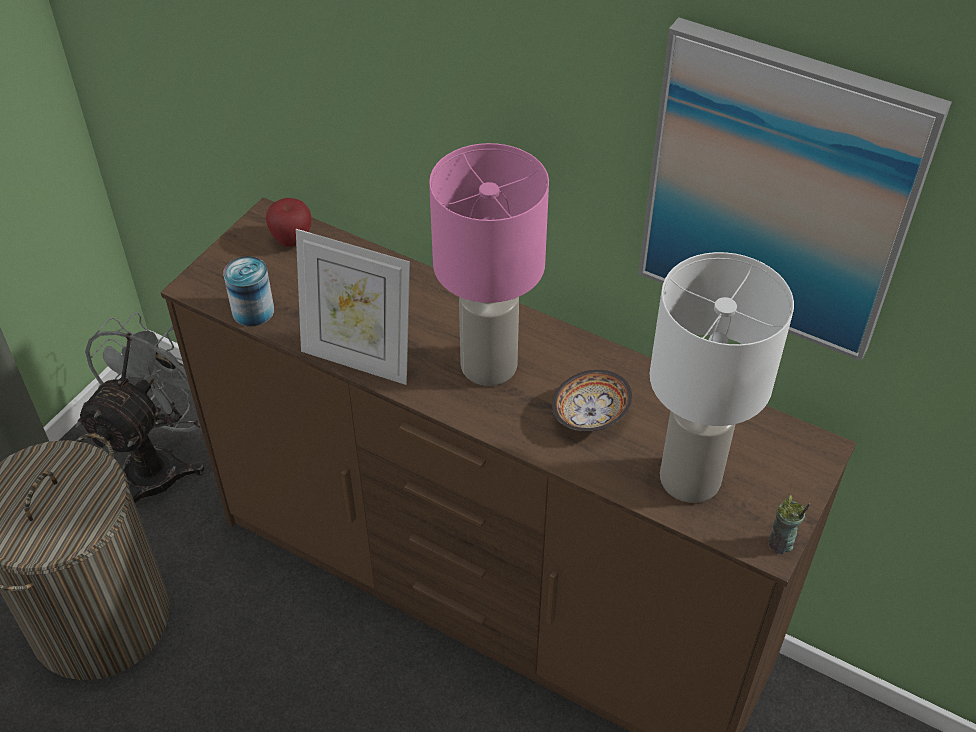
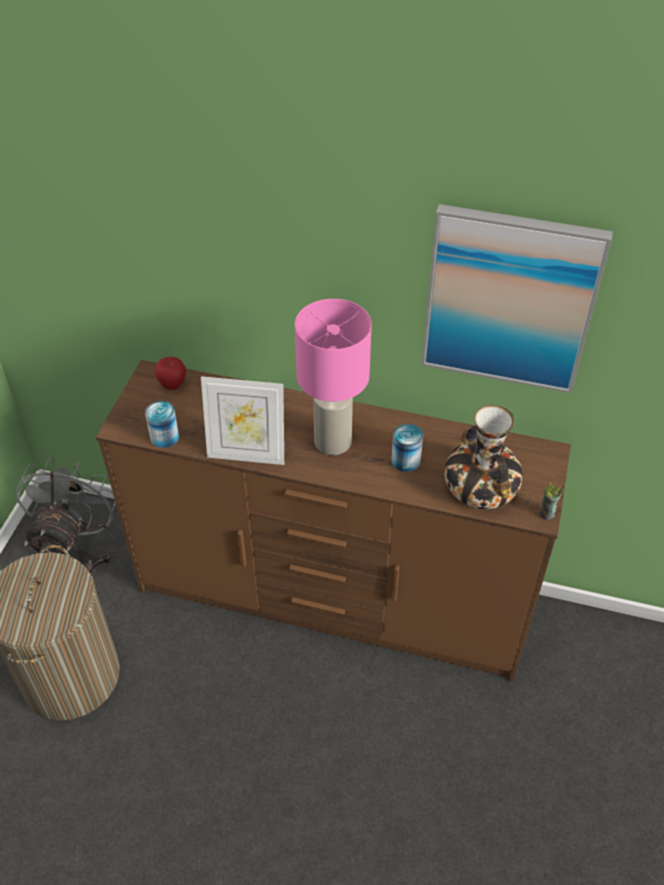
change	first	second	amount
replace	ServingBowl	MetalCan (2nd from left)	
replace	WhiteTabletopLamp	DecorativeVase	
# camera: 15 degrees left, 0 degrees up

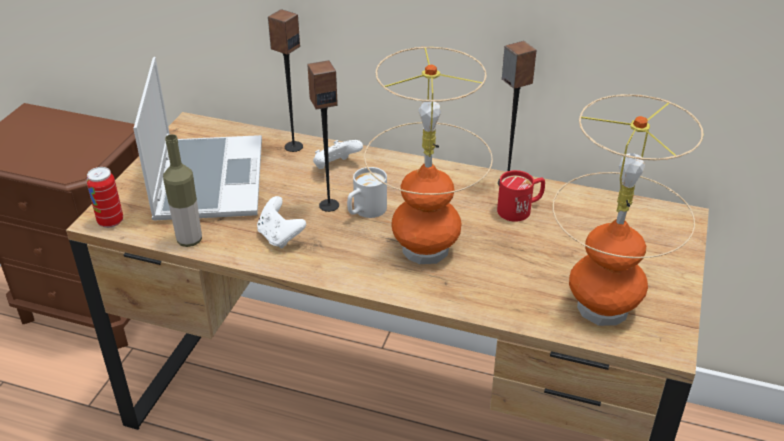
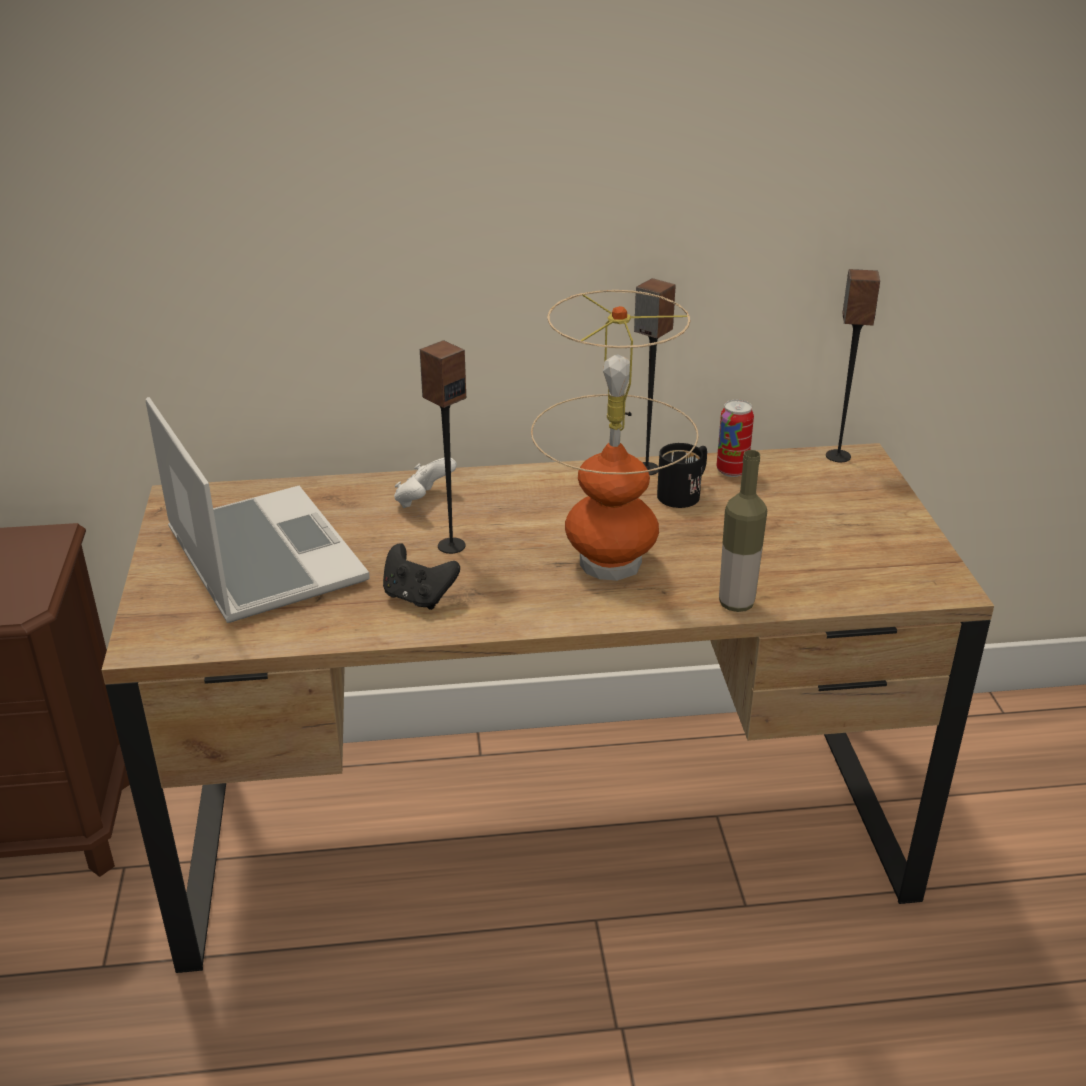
change	first	second	amount
recolor	WhiteJoypad (1st from left)	BlackishJoypad	
recolor	RedMug	BlackishMug	
move	MetalCan		
move	BeverageBottle		
move	Speaker (1st from left in the first image)	Speaker (3rd from left)	
delete	WhiteMug		
delete	TabletopLamp (2nd from left)		
# camera: 25 degrees left, 5 degrees down

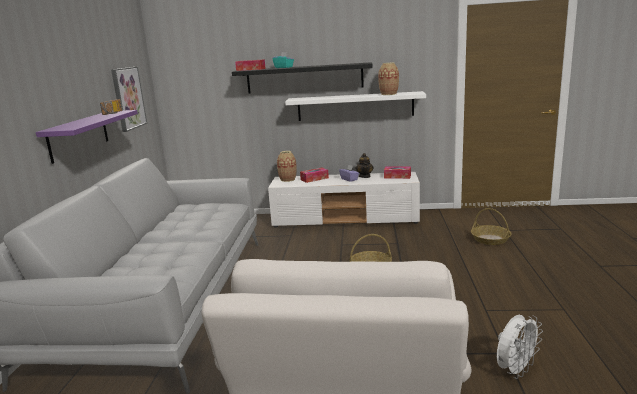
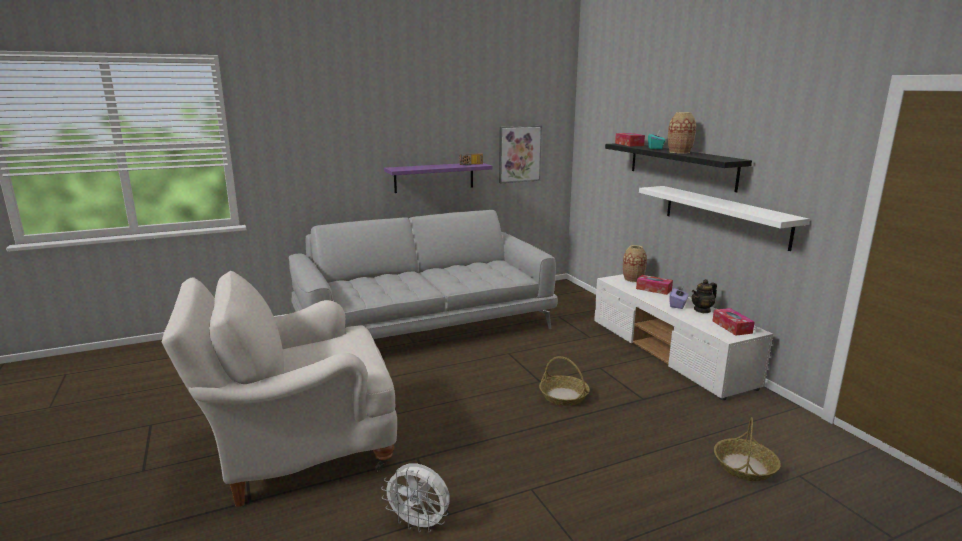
change	first	second	amount
move	DecorativeVase (2nd from left)		
# camera: 60 degrees right, 0 degrees up

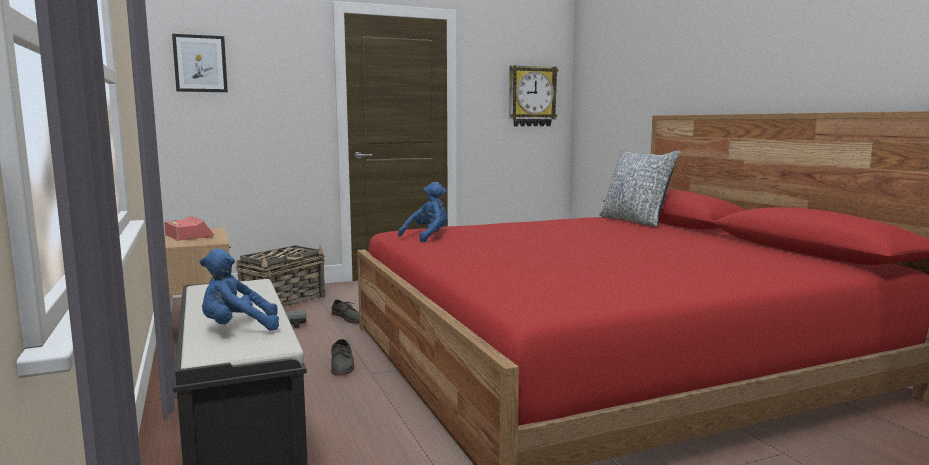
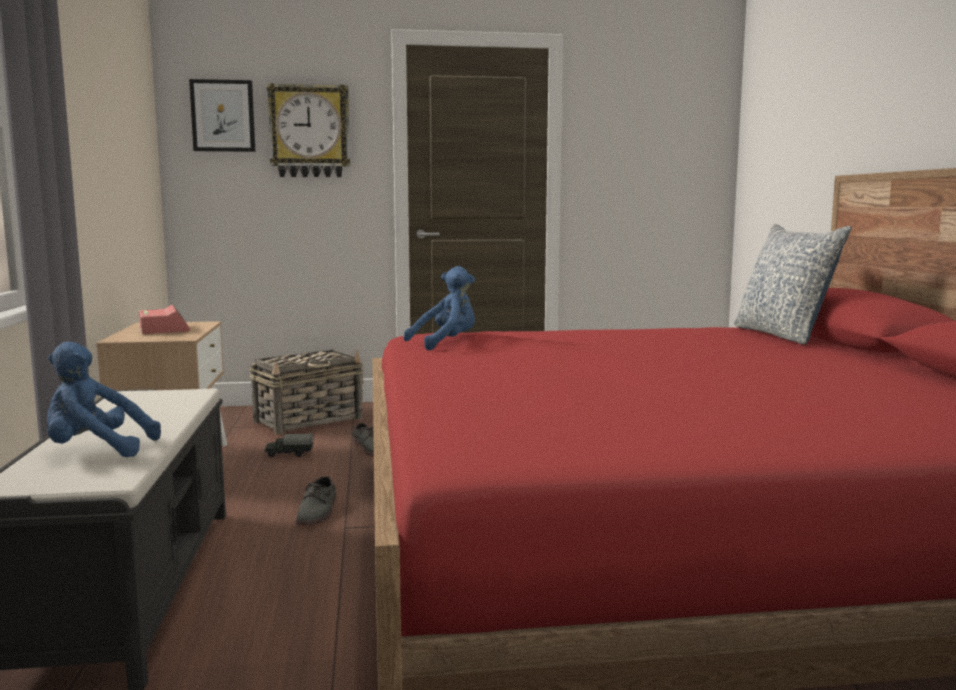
change	first	second	amount
move	ClockOnTheWall		
# camera: 15 degrees right, 0 degrees up

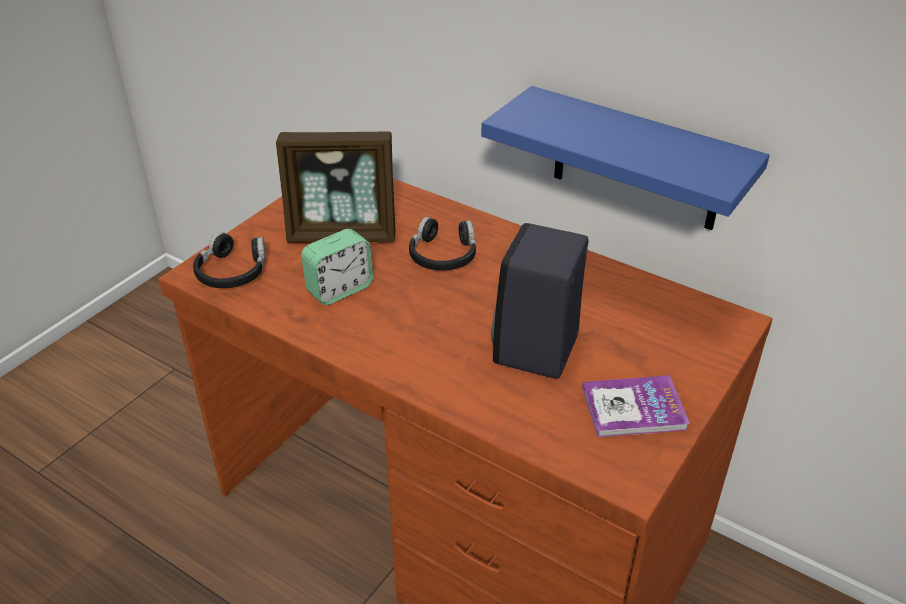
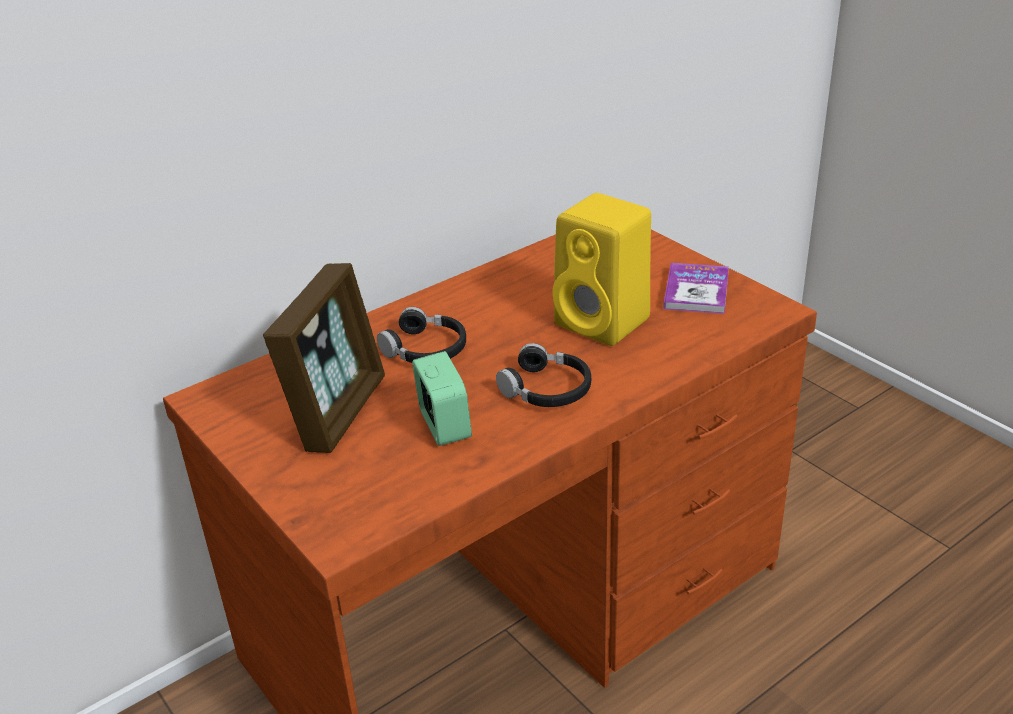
change	first	second	amount
move	BlackishHeadphones (1st from left in the first image)	BlackishHeadphones (2nd from left)	
recolor	BlackishSpeaker	YellowSpeaker	
delete	BluishWallShelf		
# camera: 70 degrees left, 5 degrees down

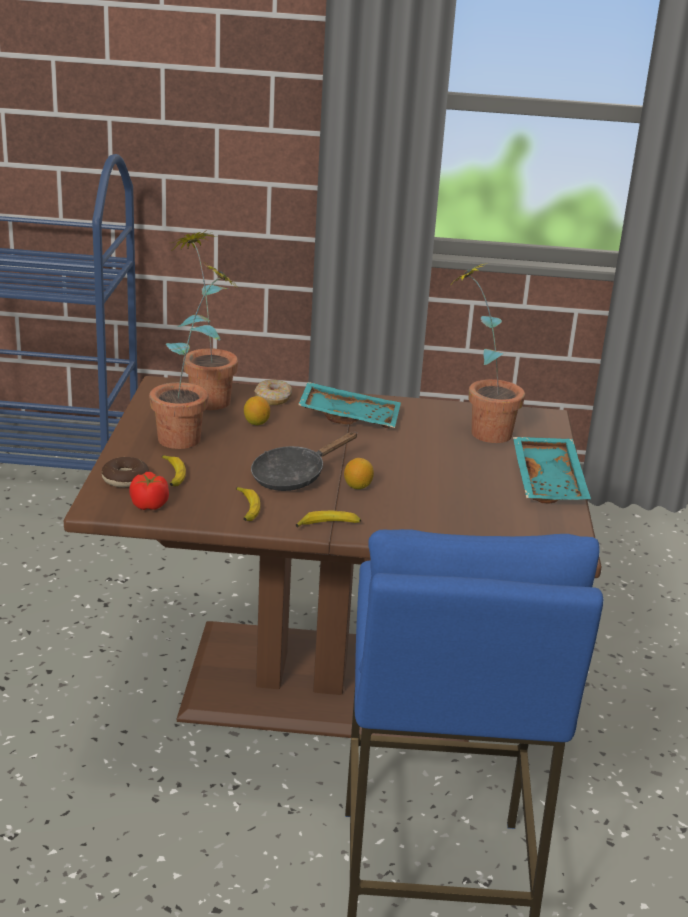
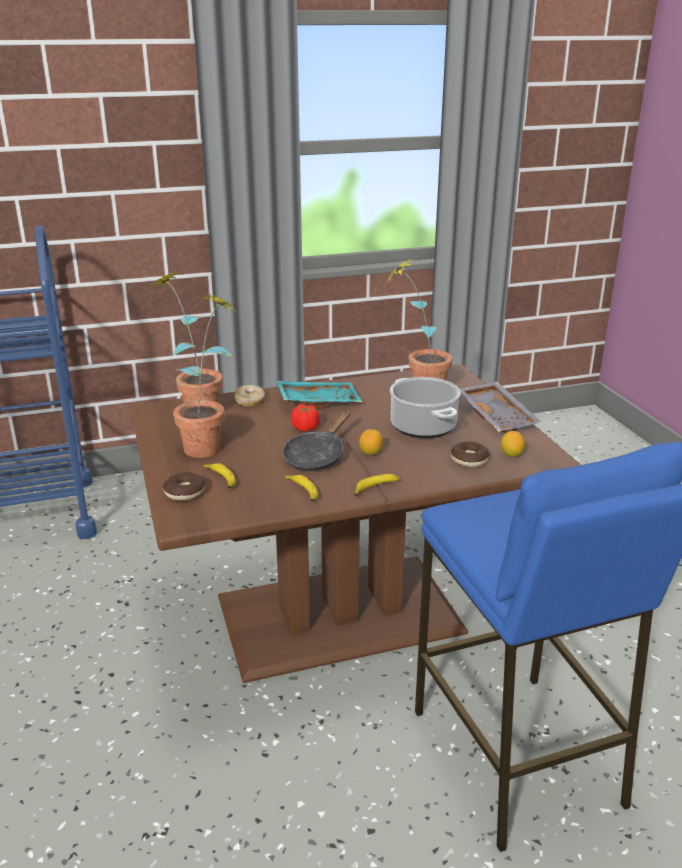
change	first	second	amount
move	Tomato		
insert		Saucepot	
insert		Doughnut (3rd from left)	
recolor	BlueGreenTray (2nd from left)	GrayTray	
move	Lemon (1st from left in the first image)	Lemon (2nd from left)	
# camera: 20 degrees left, 0 degrees up

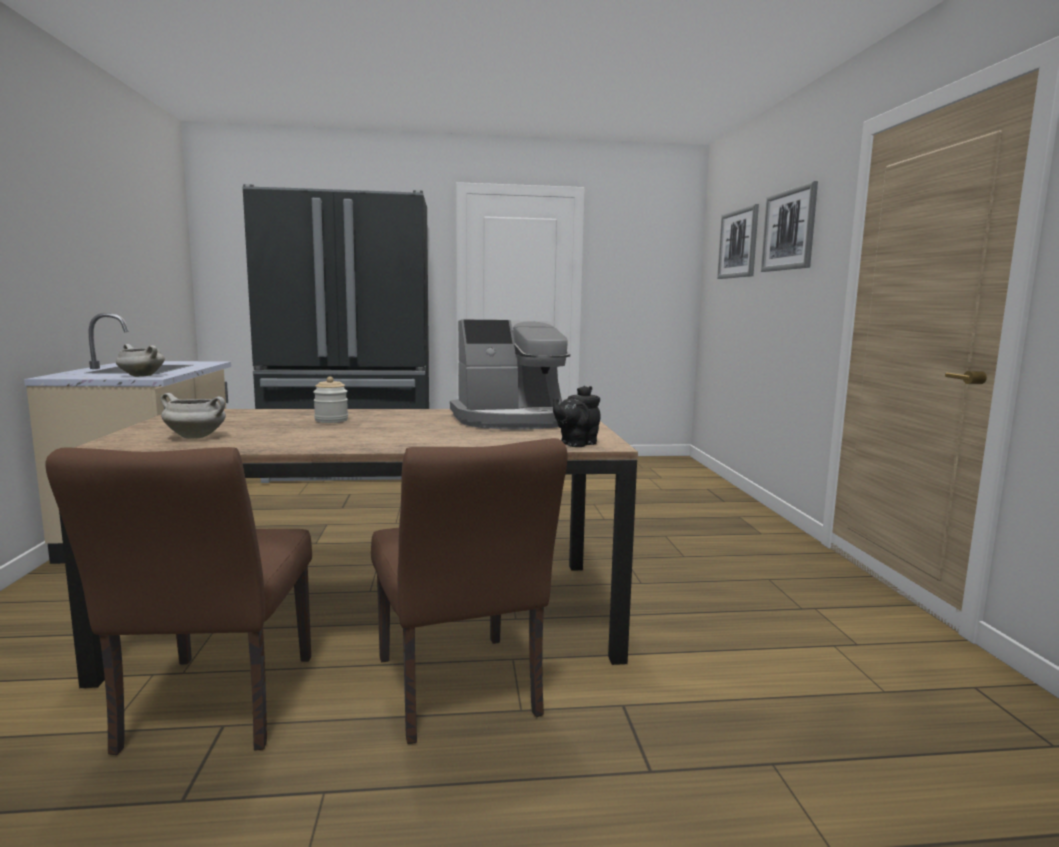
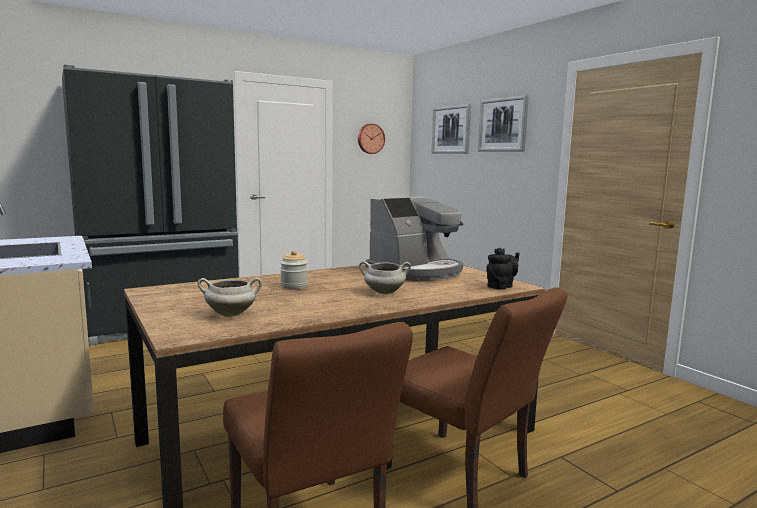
change	first	second	amount
insert		ClockOnTheWall	
move	WhiteSaucepot (1st from left in the first image)	WhiteSaucepot (2nd from left)	
rotate	BlackishTeaPot		150 degrees counterclockwise
# camera: 25 degrees left, 0 degrees up

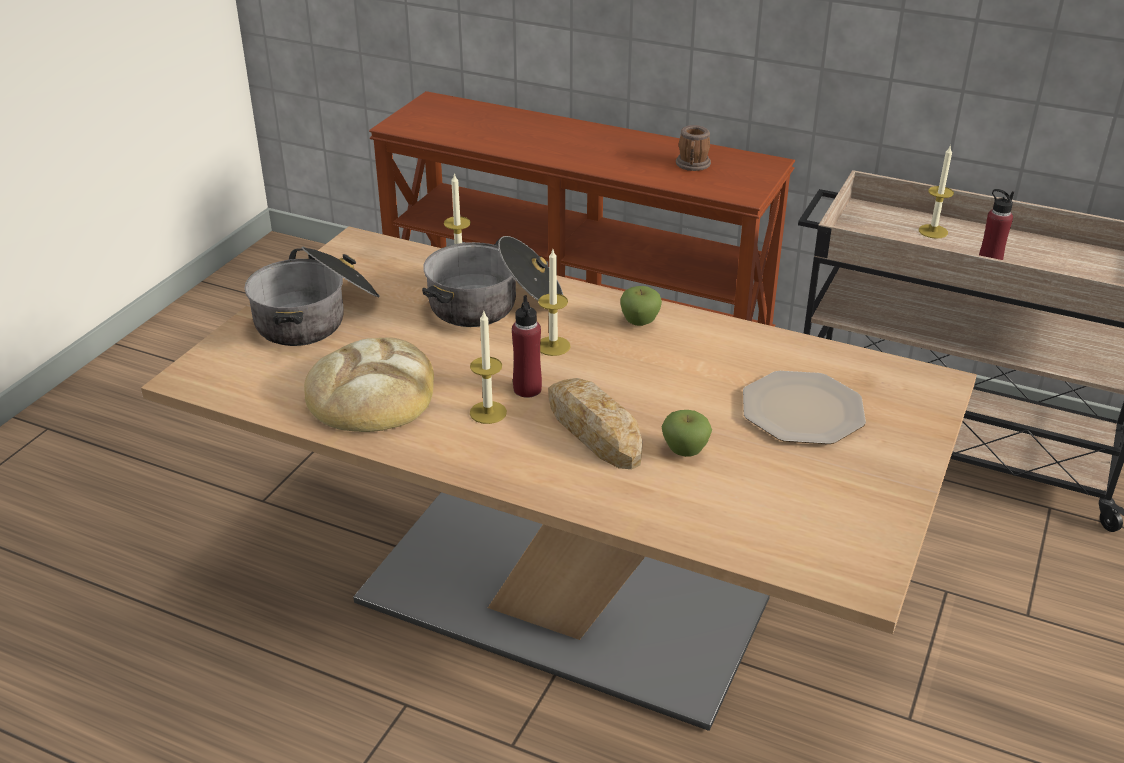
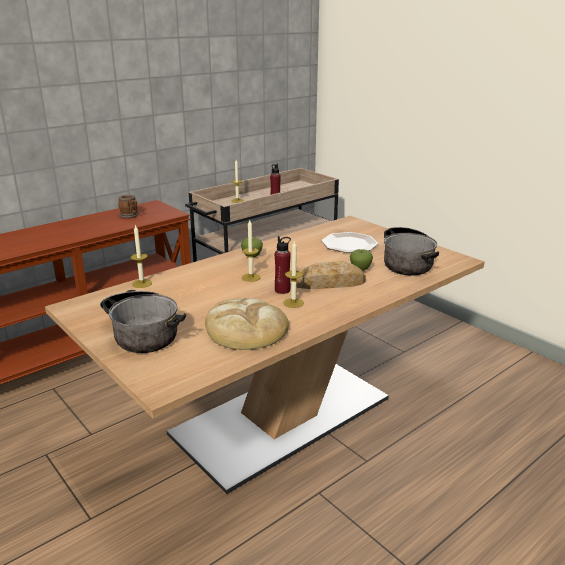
change	first	second	amount
move	Saucepot (2nd from left)		
# camera: 65 degrees left, 10 degrees down

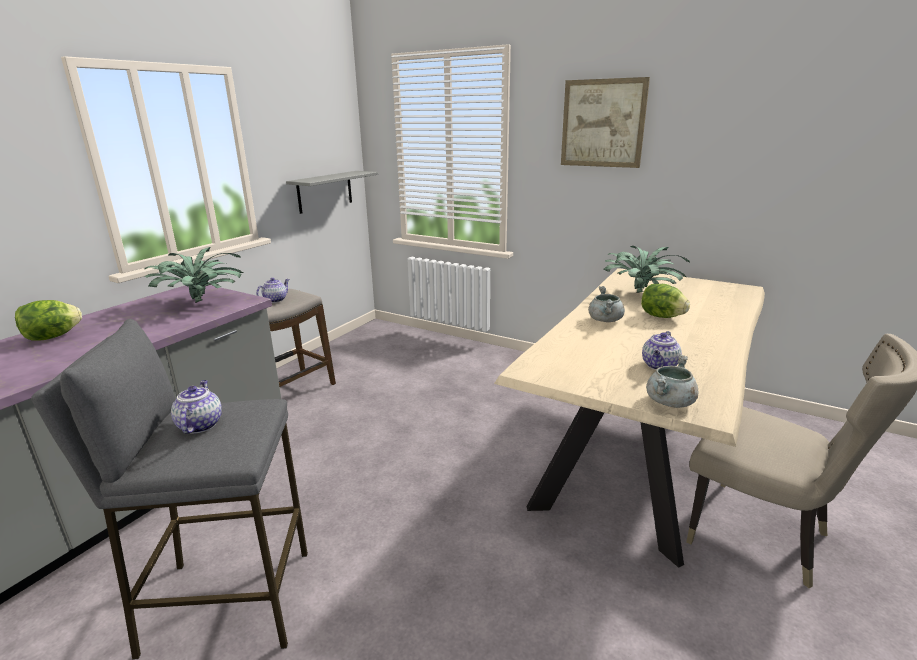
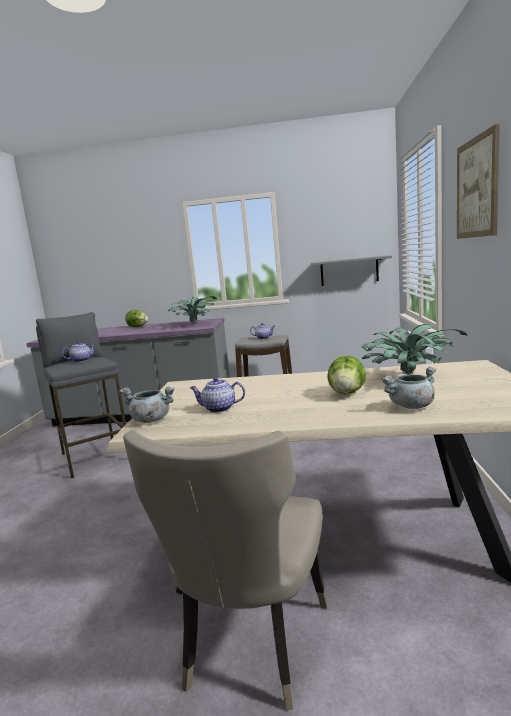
change	first	second	amount
move	GraySaucepot (1st from left in the first image)	GraySaucepot (2nd from left)	
# camera: 65 degrees right, 10 degrees down

